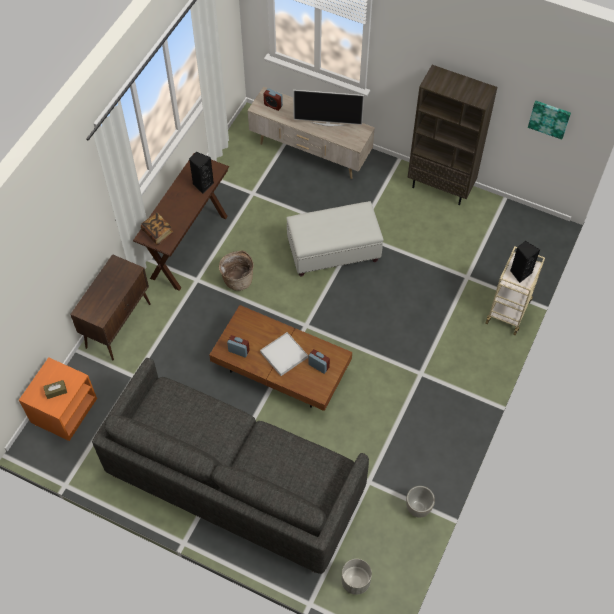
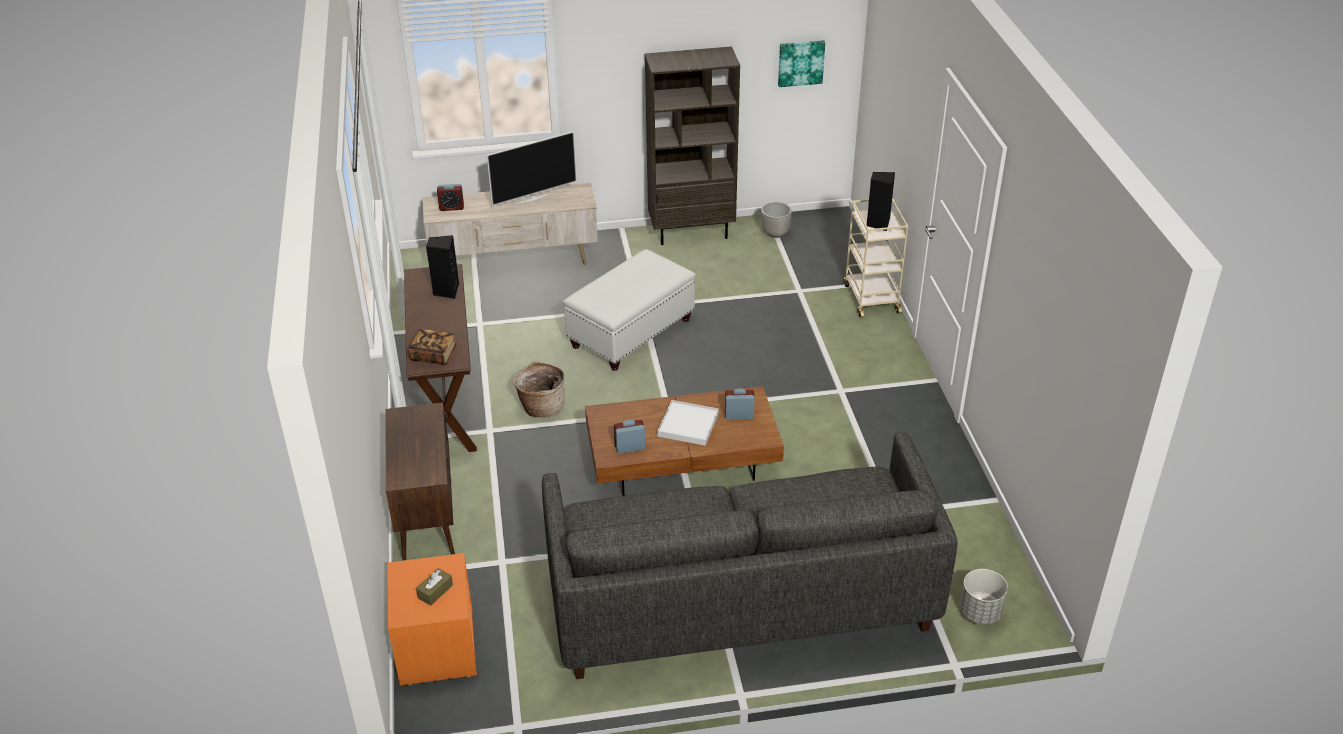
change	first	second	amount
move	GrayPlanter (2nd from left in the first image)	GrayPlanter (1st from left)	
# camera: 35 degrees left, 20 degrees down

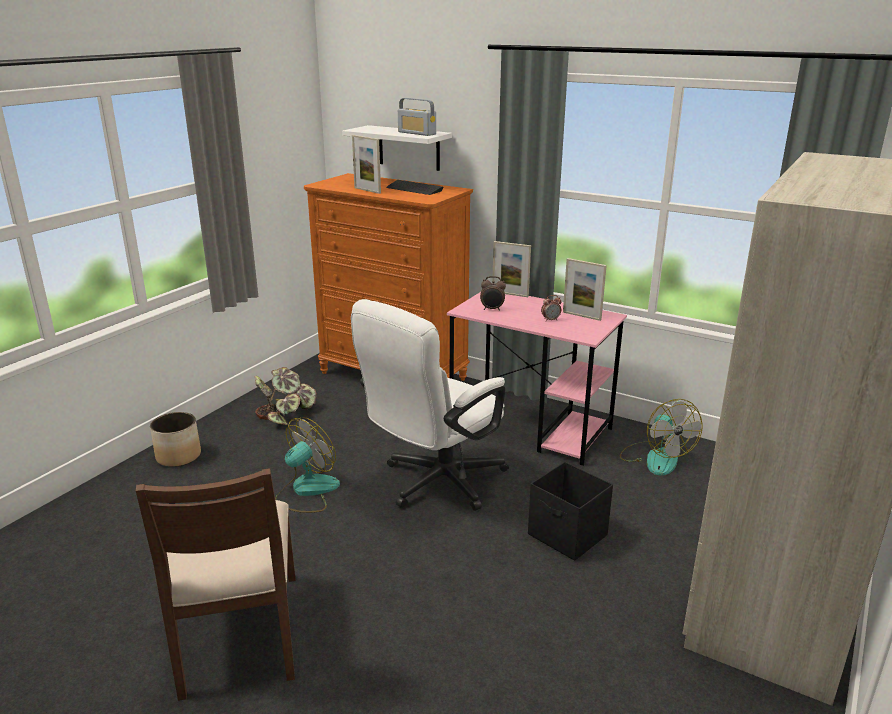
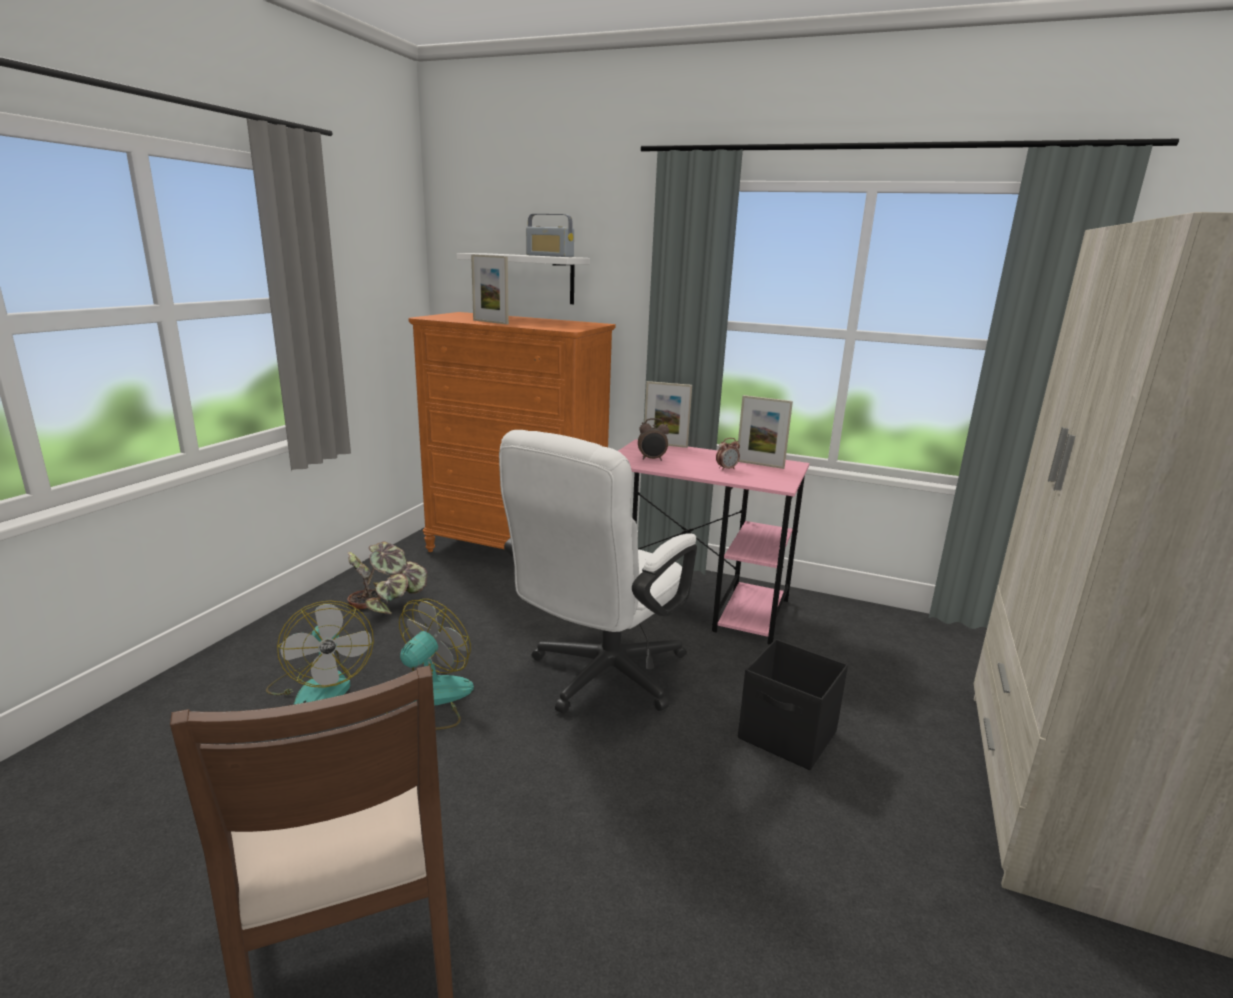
change	first	second	amount
move	Fan (2nd from left in the first image)	Fan (1st from left)	
delete	Planter		
delete	Keyboard		
# camera: 10 degrees left, 5 degrees down

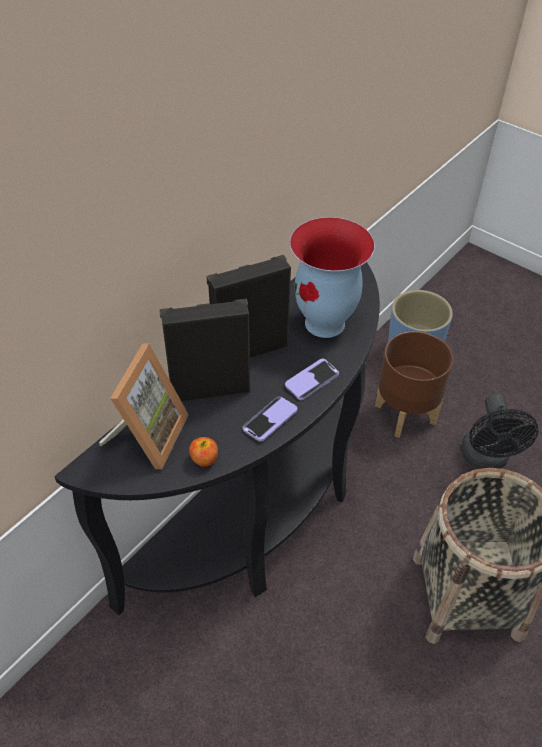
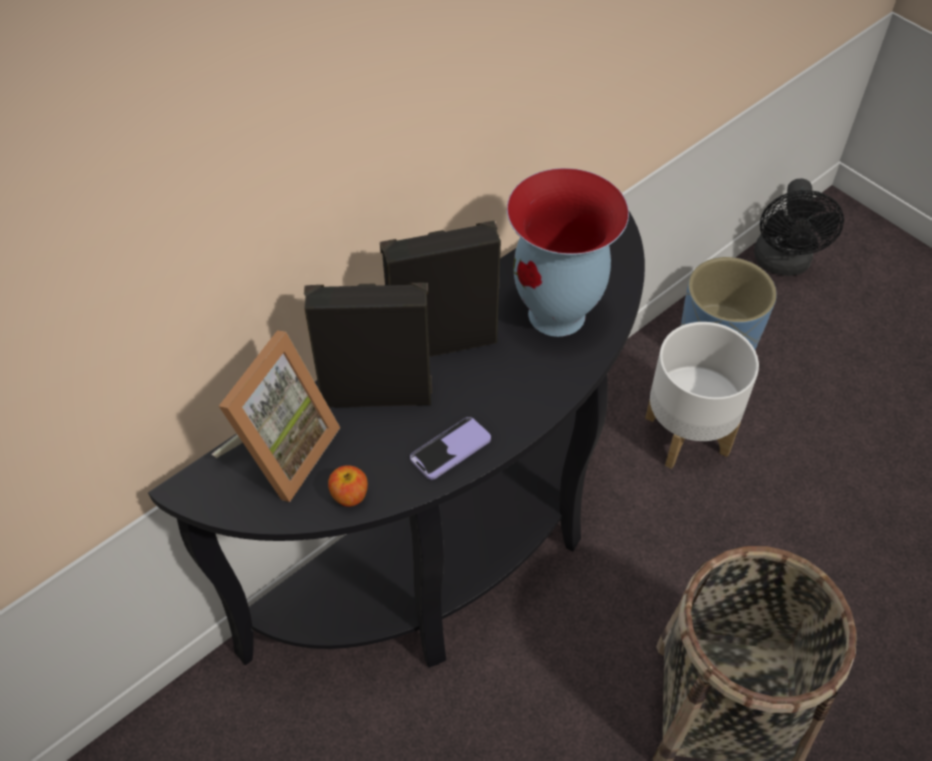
change	first	second	amount
recolor	BrownishPlanter	WhitePlanter	
move	BlackishFan		
delete	Phone (2nd from left)		
# camera: 10 degrees right, 5 degrees up

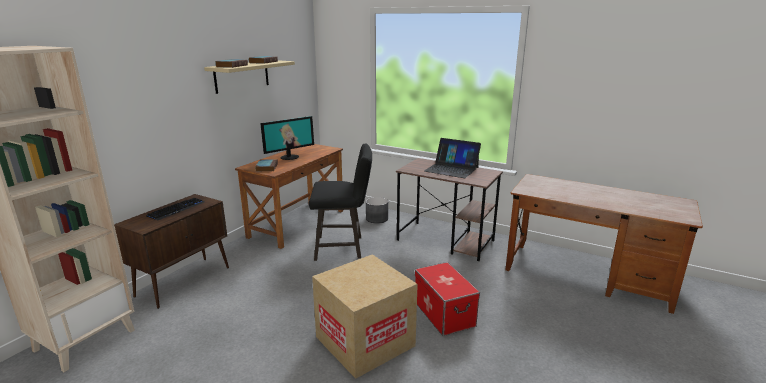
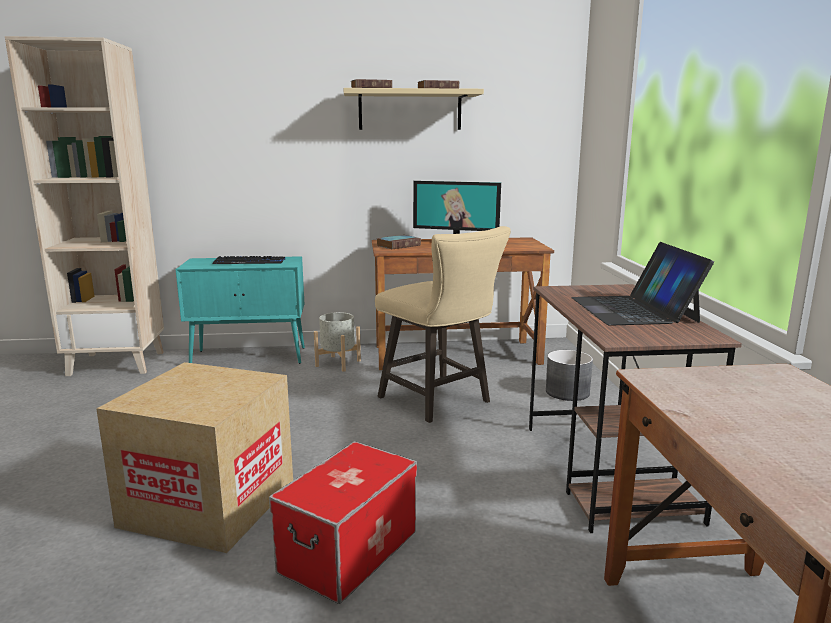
change	first	second	amount
recolor	BrownishCupboard	BlueGreenCupboard	
insert		GrayPlanter (1st from left)	
recolor	BlackishStoolSeat	BeigeColouredStoolSeat	
# camera: 55 degrees right, 5 degrees down

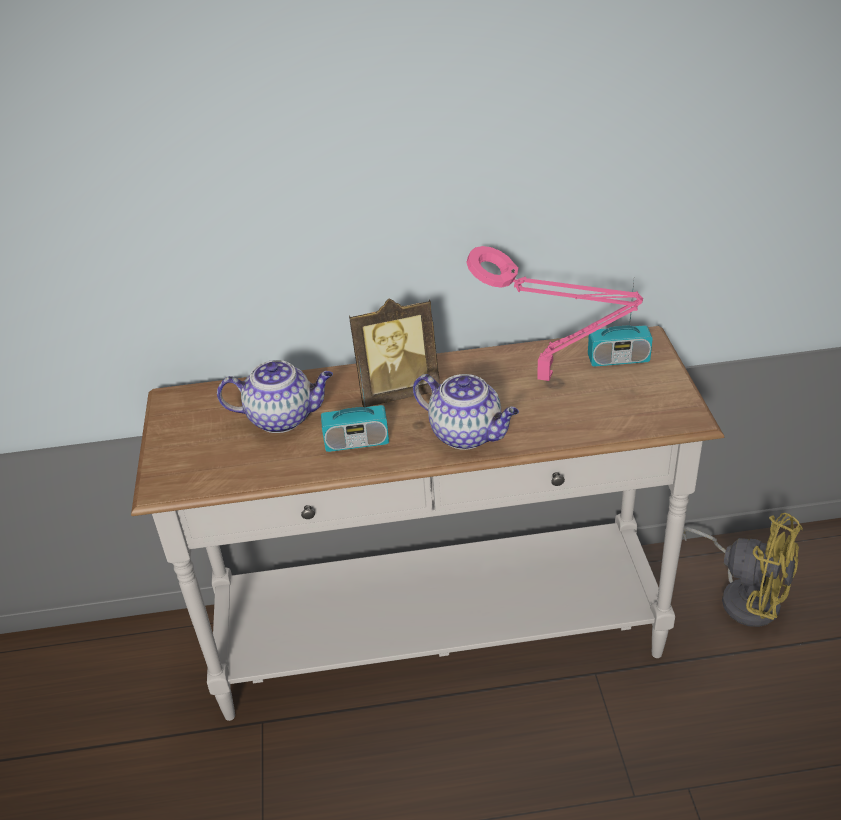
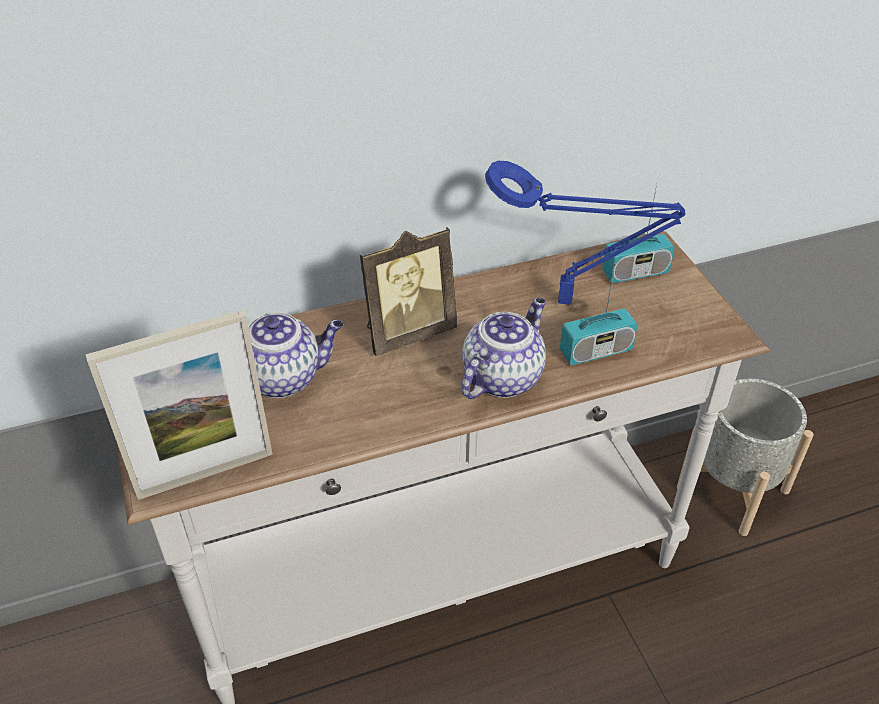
change	first	second	amount
insert		PictureFrame (1st from left)	
rotate	TeaPot (2nd from left)		75 degrees counterclockwise
recolor	PinkColouredTabletopLamp	BluishTabletopLamp	
move	RadioSet (1st from left)		
replace	YellowFan	GrayPlanter	
# camera: 15 degrees left, 5 degrees up

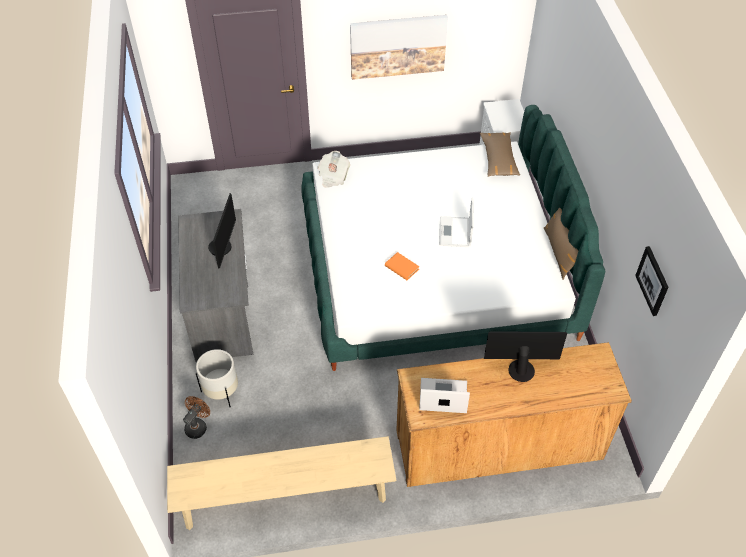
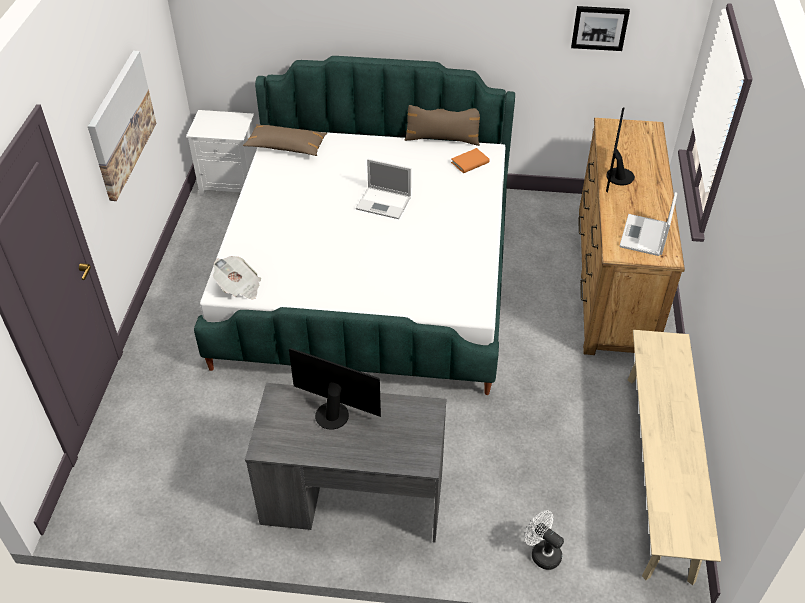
change	first	second	amount
move	OrangeColouredBoundBook		
recolor	BrownishFan	WhiteFan	
delete	WhitePlanter		
# camera: 75 degrees left, 5 degrees down

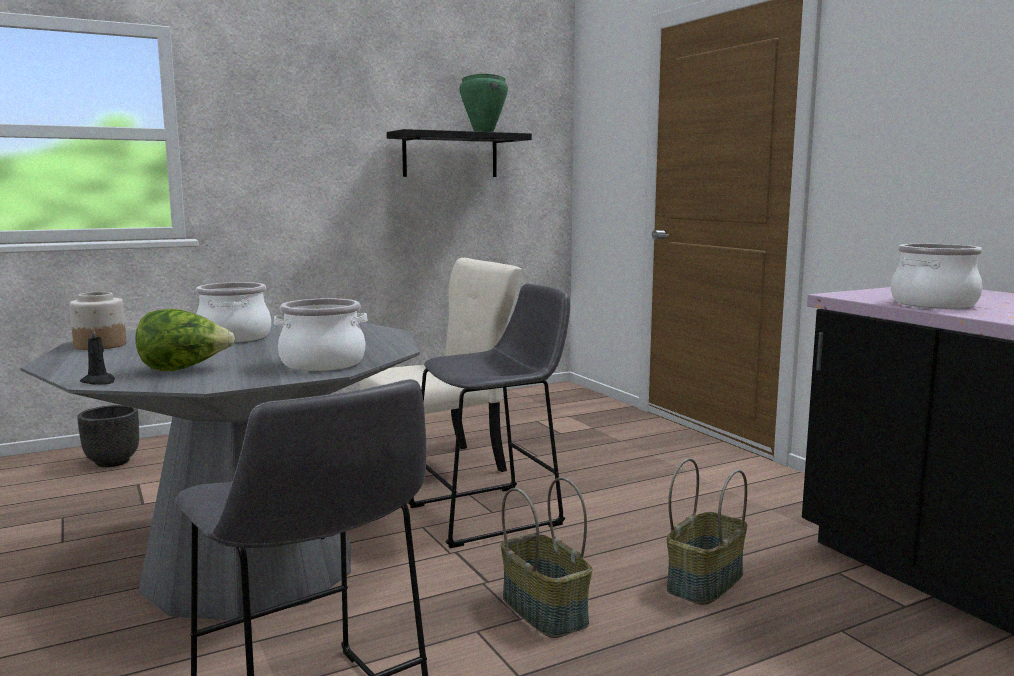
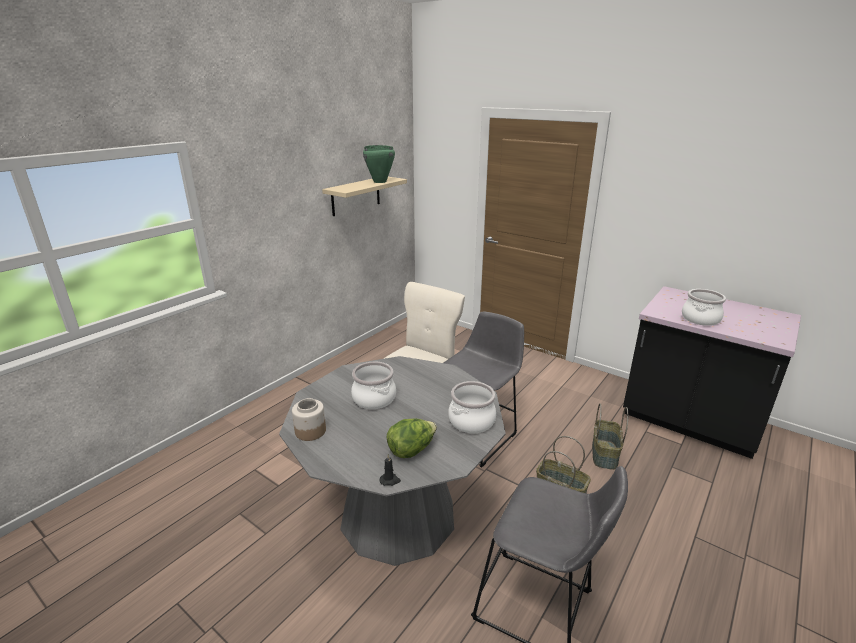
change	first	second	amount
recolor	BlackishWallShelf	BeigeColouredWallShelf	
delete	BlackishPlanter		
# camera: 25 degrees left, 15 degrees up

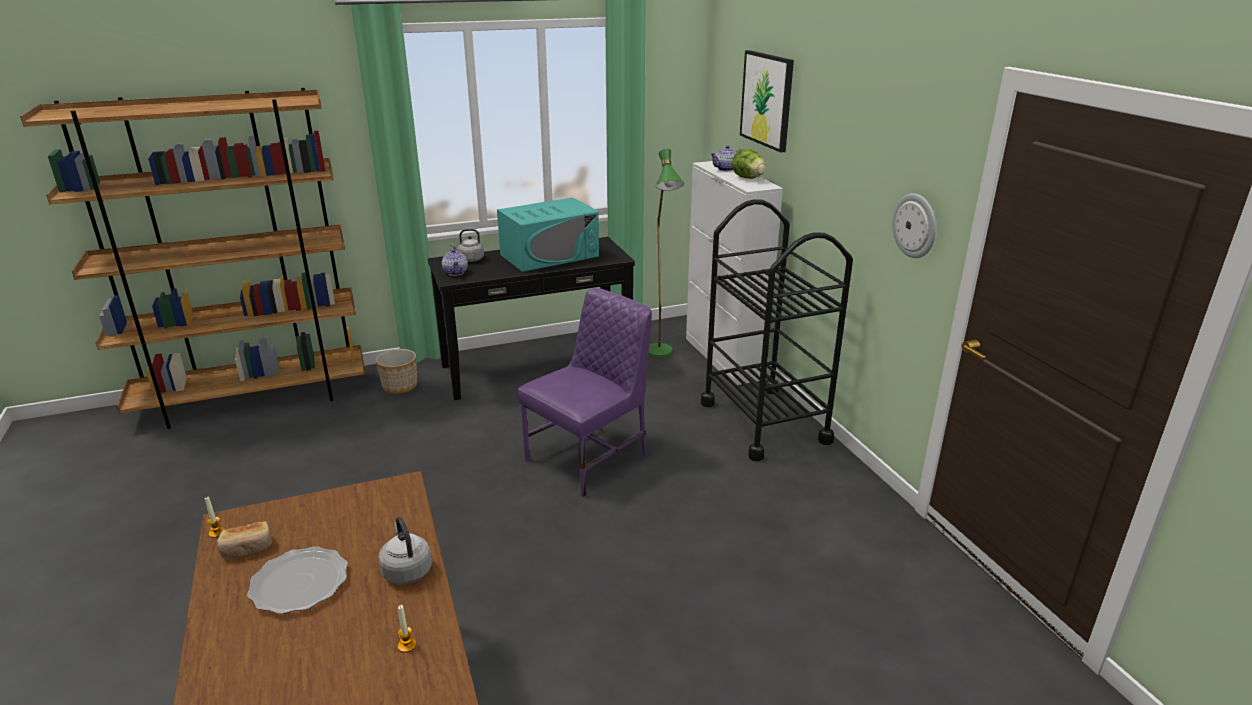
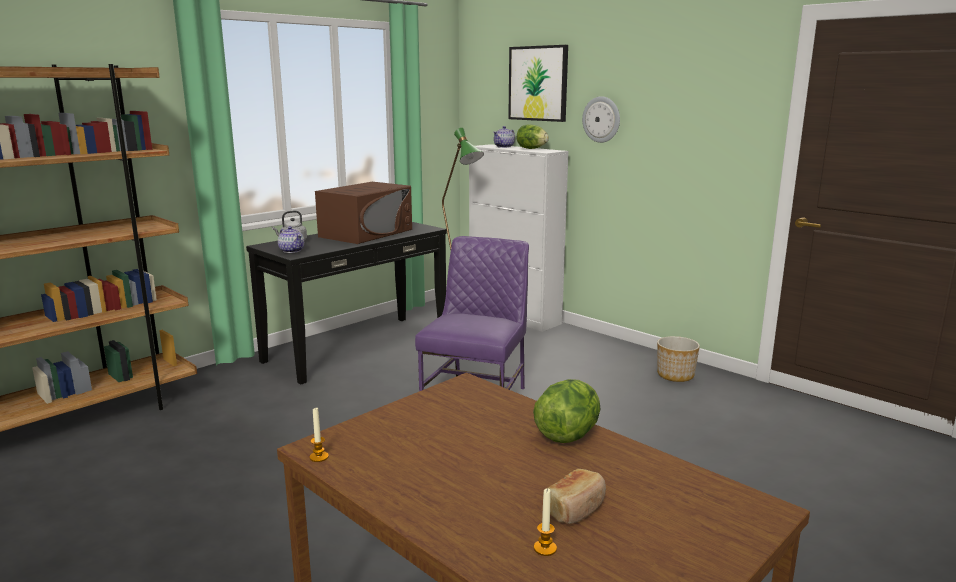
change	first	second	amount
recolor	BlueGreenMicrowave	BrownishMicrowave	
replace	GrayTeaKettle (1st from left)	LettuceHead (2nd from left)	
move	WaxLight (2nd from left)		
move	Bread		
move	ClockOnTheWall		
move	Planter		
delete	FlatDish		
delete	BlackishCart		
# camera: 25 degrees left, 10 degrees down

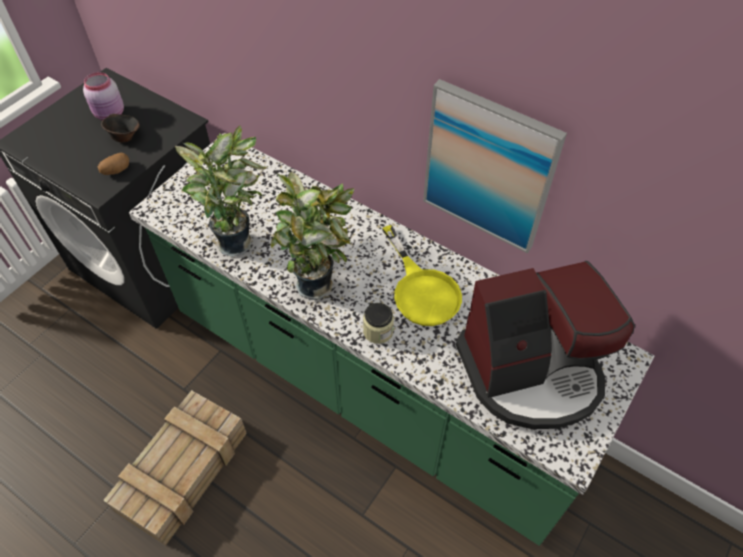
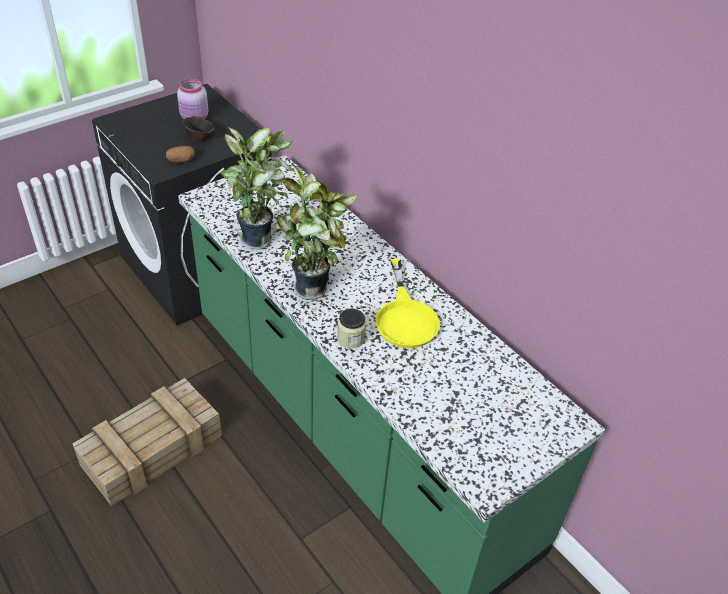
change	first	second	amount
delete	Picture		
delete	CoffeeMaker		
# camera: 15 degrees right, 10 degrees down

